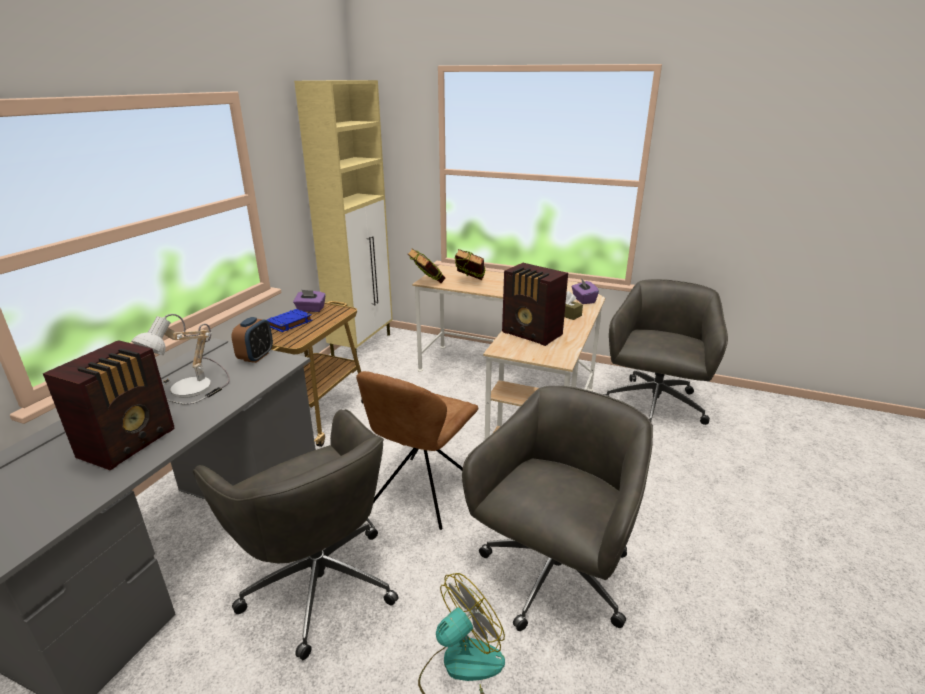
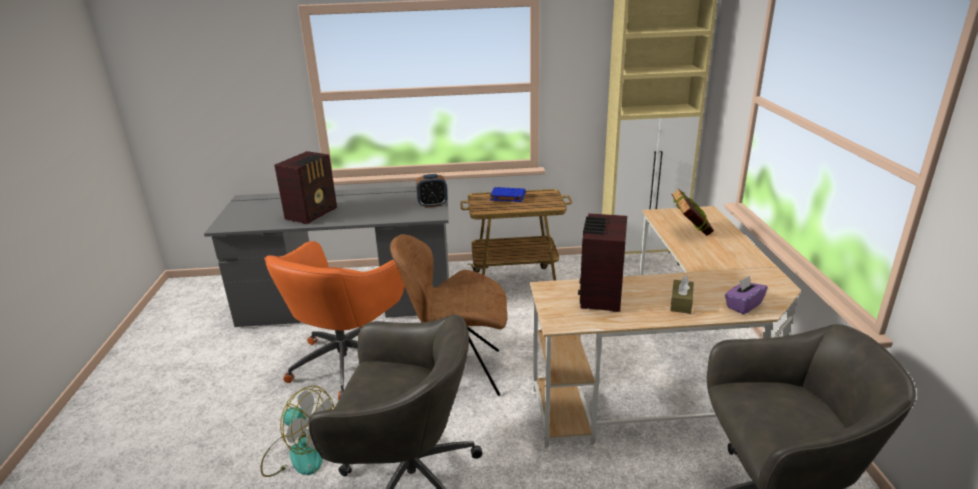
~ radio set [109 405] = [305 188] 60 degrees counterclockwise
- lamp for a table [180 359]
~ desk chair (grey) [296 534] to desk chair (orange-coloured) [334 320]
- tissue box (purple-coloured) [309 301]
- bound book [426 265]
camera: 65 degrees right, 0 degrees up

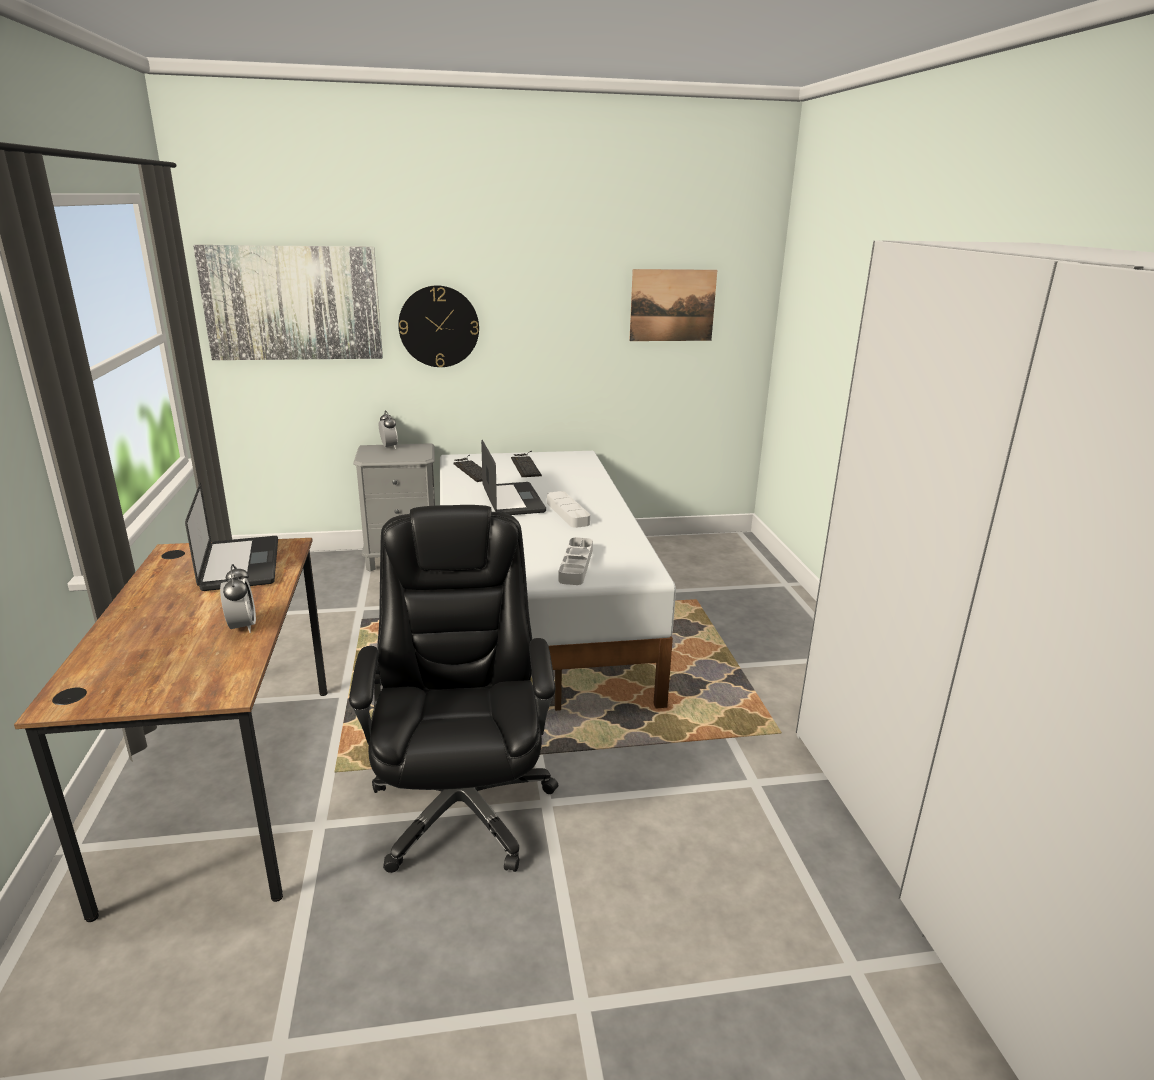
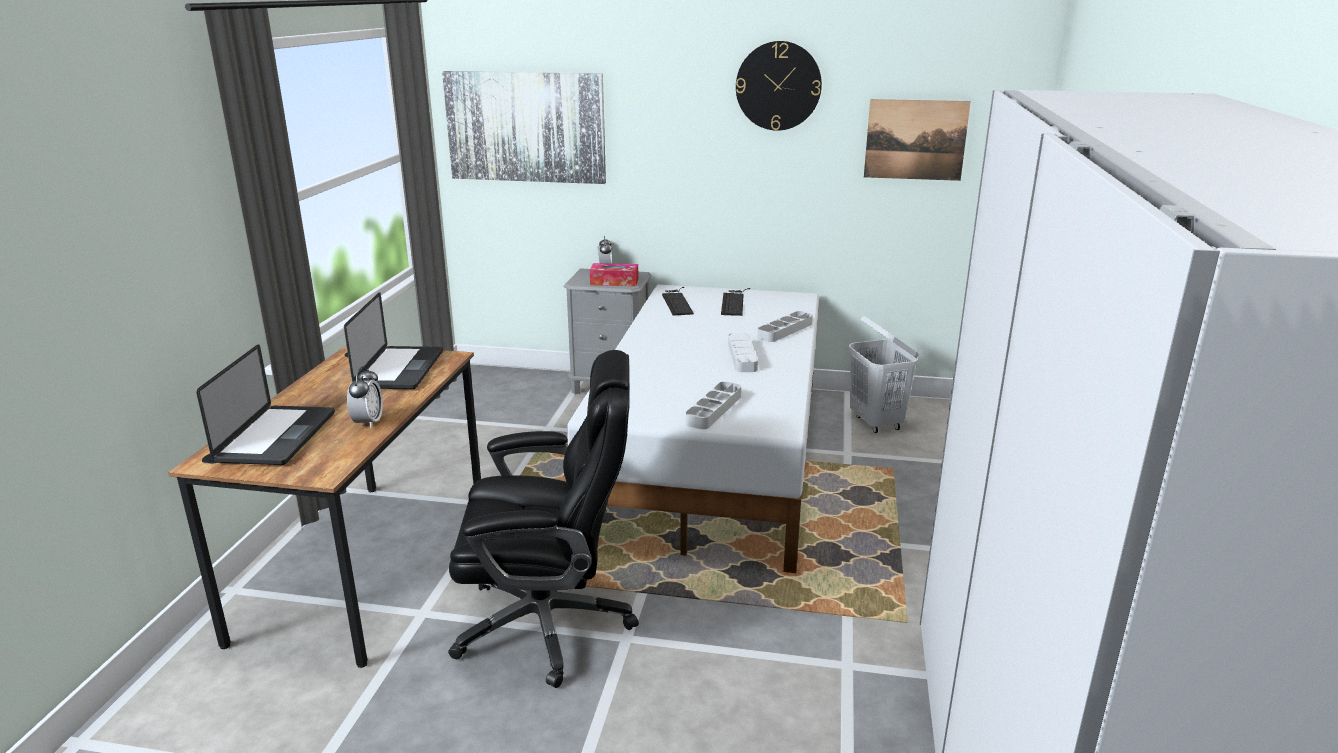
~ desk chair (black-coloured) [454 689] = [543 519] 75 degrees clockwise
~ wall clock [438 326] to [779 86]
~ notebook computer [513 477] to [265 404]
+ tissue box [614 274]
+ serving tray (grey) [785 326]
+ laundry basket (whitish) [884 374]
camera: 20 degrees right, 0 degrees up

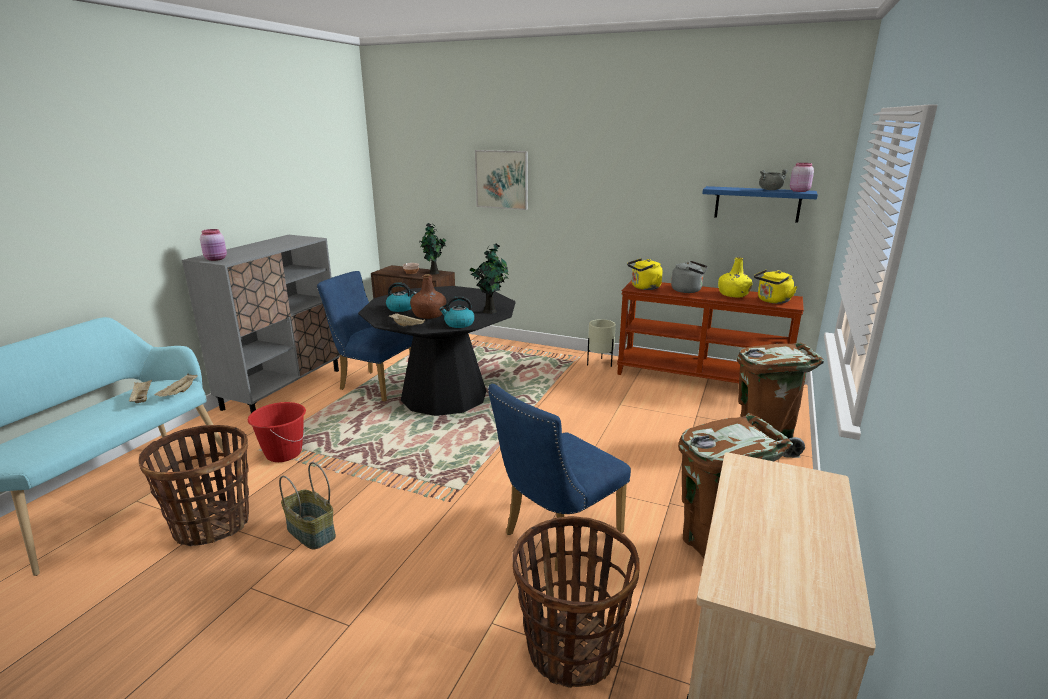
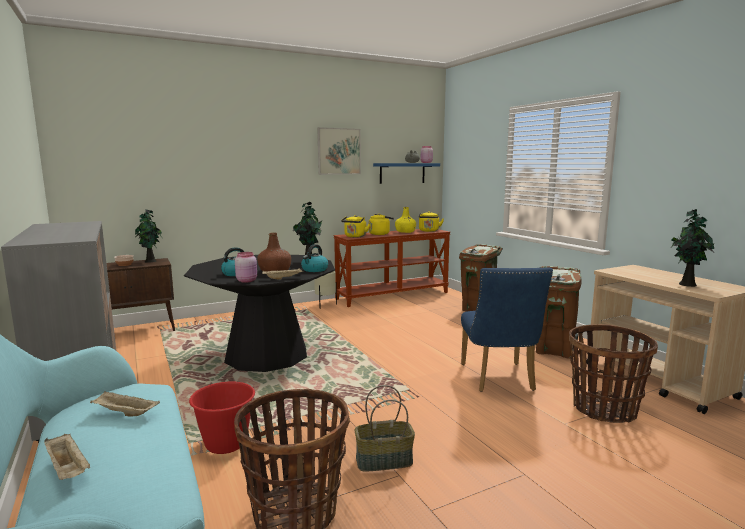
~ serving tray (sand-coloured) [176 385] to [67 457]
~ storage jar (pink) [213 245] to [246 267]
- upright chair (blue) [365 336]
~ wall art [501 180] to [339 151]
~ kettle (grey) [689 277] to kettle (yellowish) [381 224]
+ potted plant [692 248]
camera: 50 degrees left, 10 degrees down

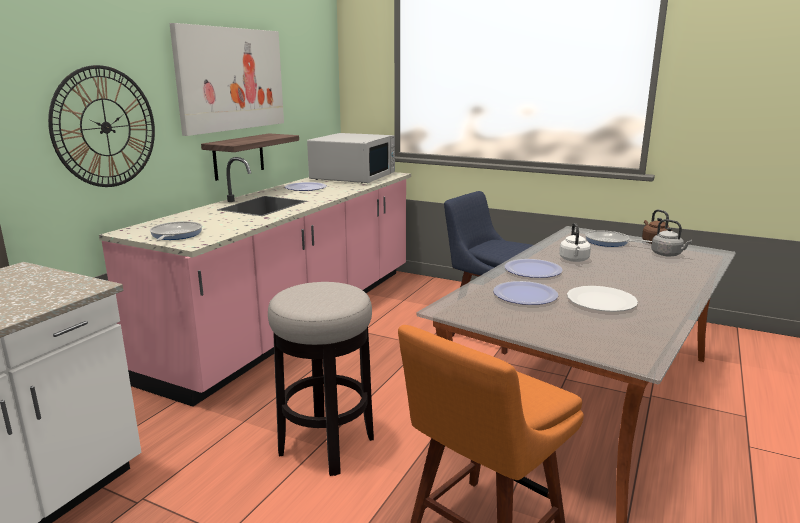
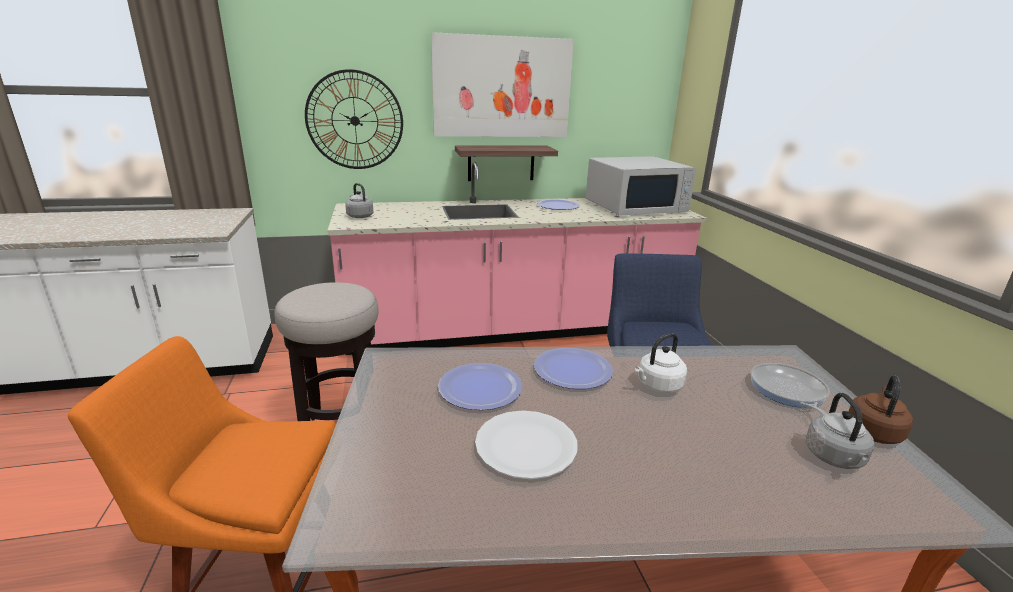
~ frying pan [176 231] to kettle (grey) [359 200]
camera: 50 degrees right, 5 degrees up

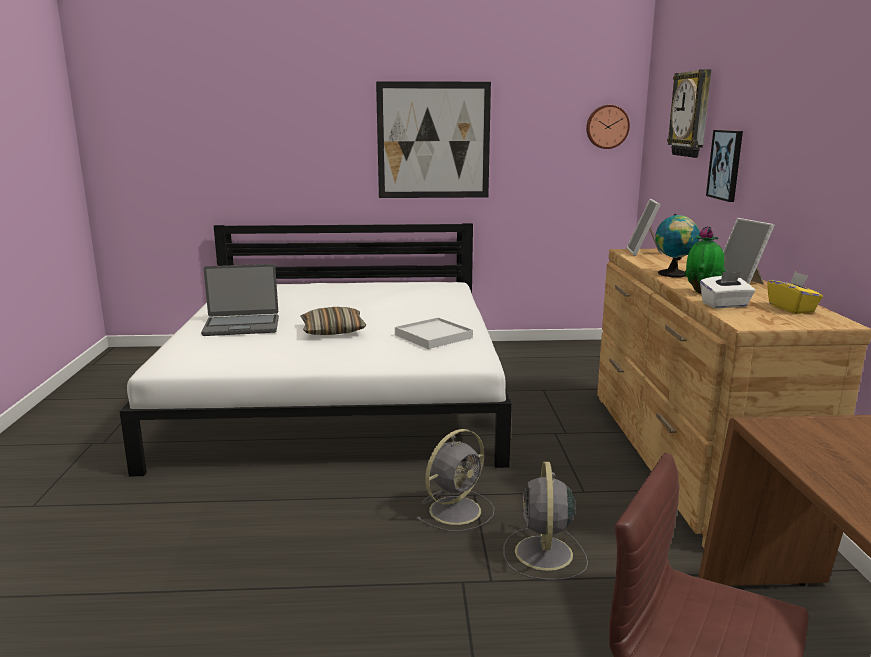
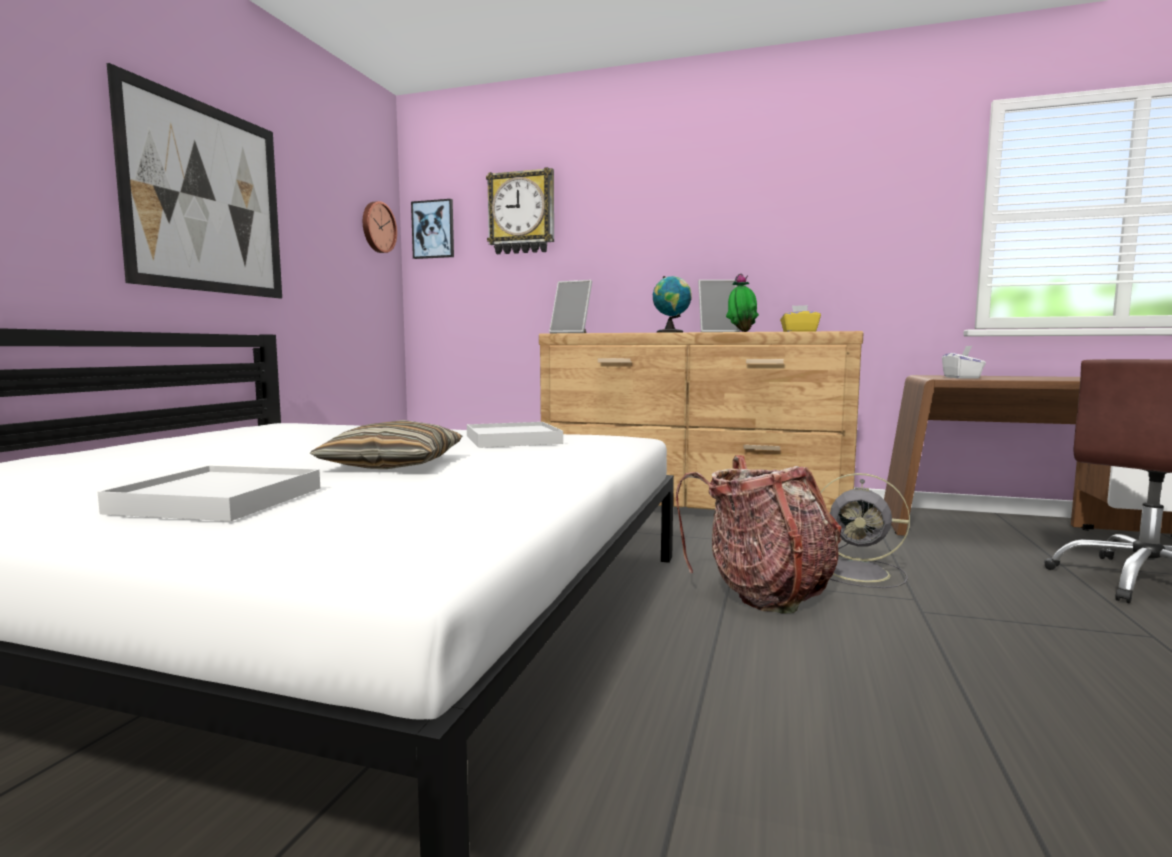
~ notebook computer [240 300] to serving tray (whitish) [209 493]
~ electric fan (grey) [455 480] to rucksack [759 534]
~ tissue box (whitish) [727 290] to [964 362]
~ wall art [724 166] to [432 229]
camera: 70 degrees left, 10 degrees down

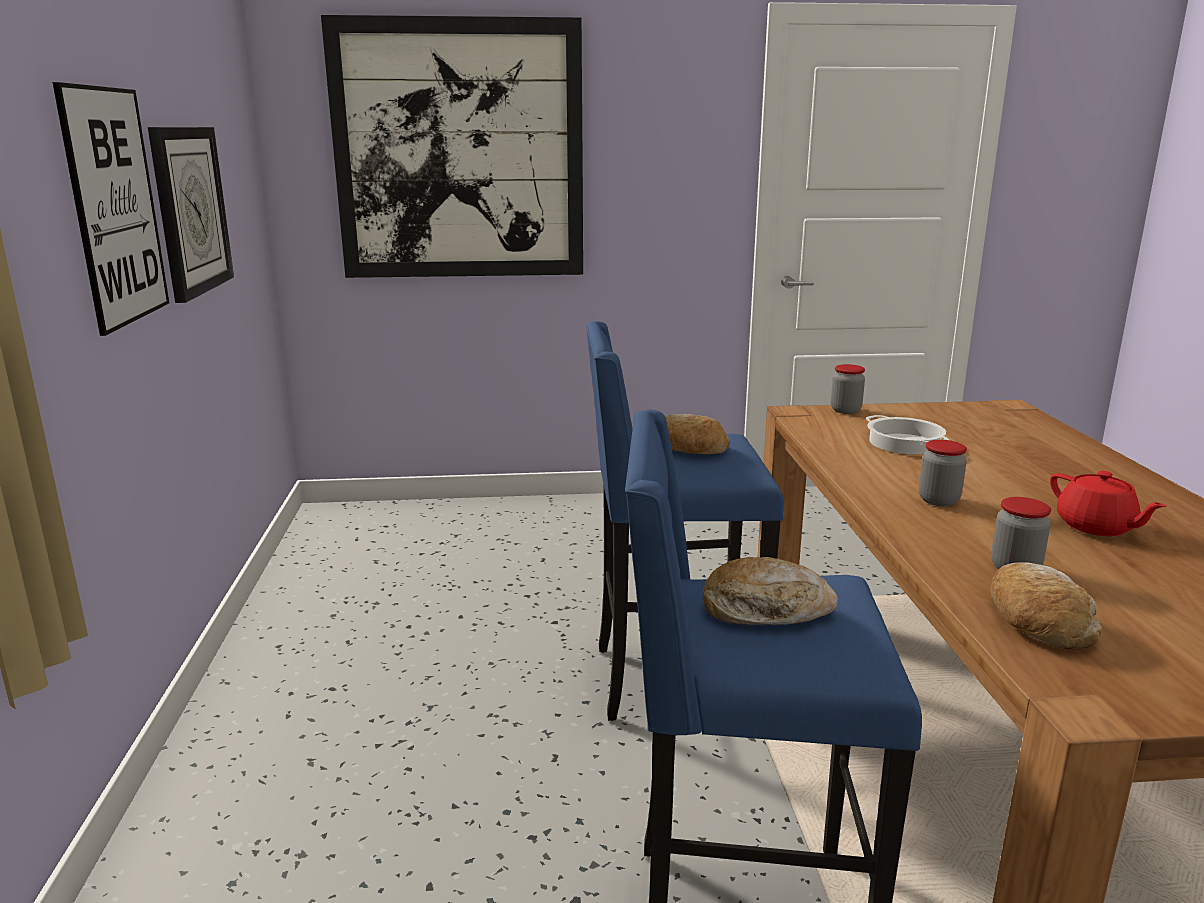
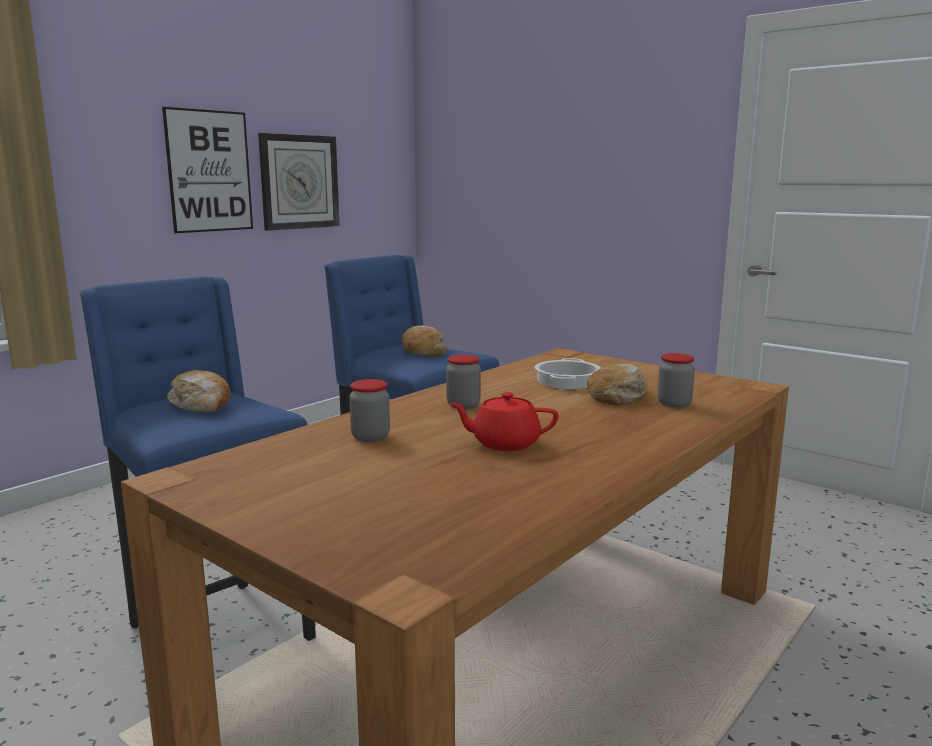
- wall art [452 146]
~ storage jar [848 389] to [676 380]
~ bakery bread [1046 606] to [617 384]
~ pot for tea (red) [1108 503] = [504 421] 75 degrees clockwise
camera: 45 degrees right, 5 degrees down

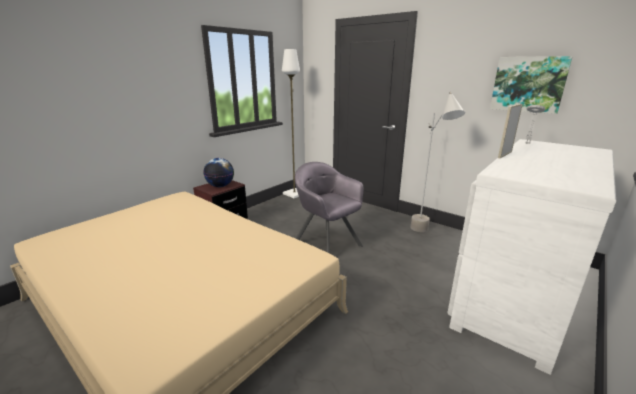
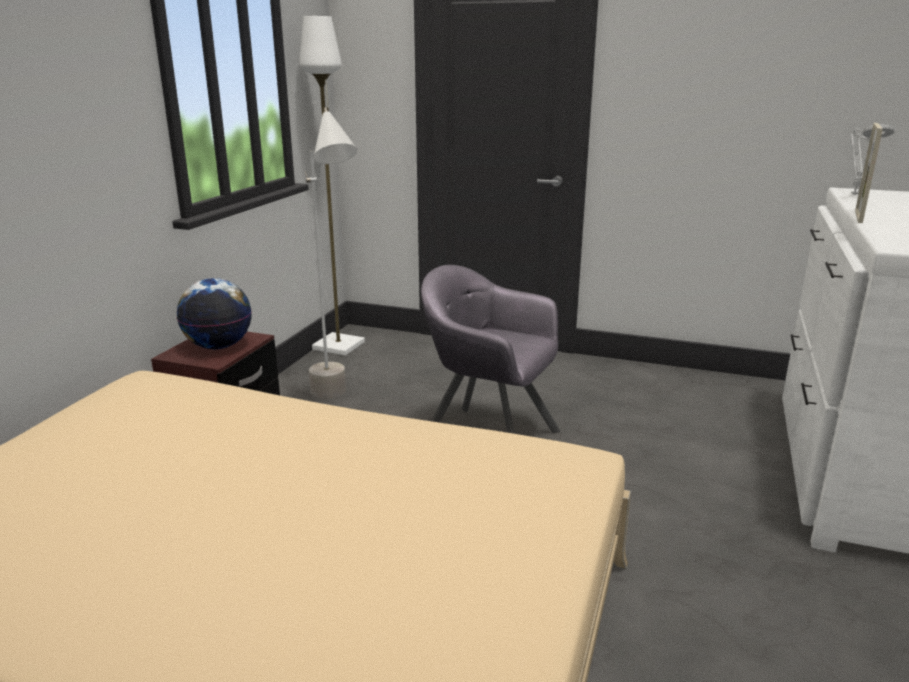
~ standing lamp (grey) [438 162] to [331 253]
- wall art [531 85]
camera: 20 degrees left, 0 degrees up

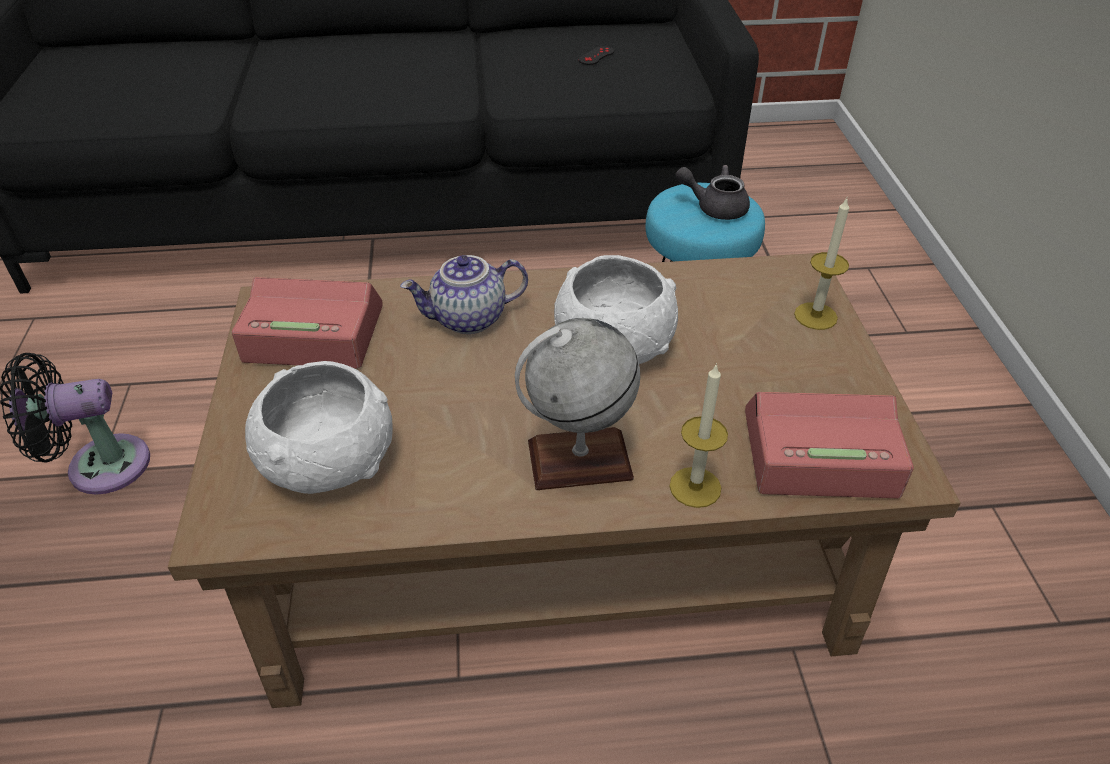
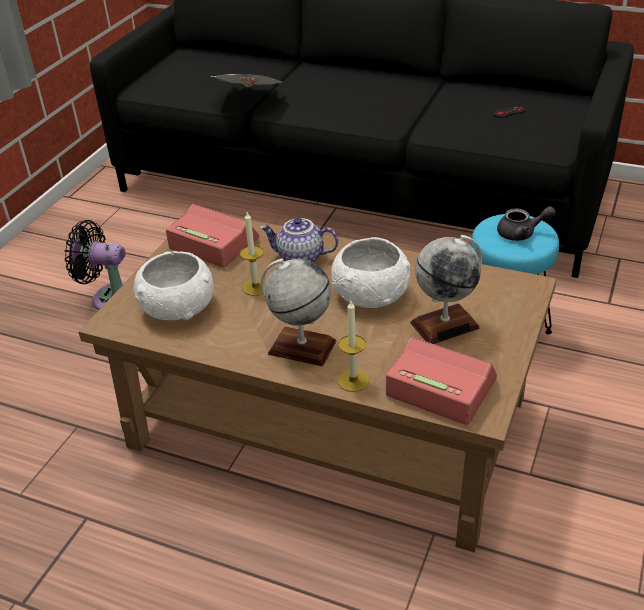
~ pot for tea (grey) [713 192] = [526 223] 135 degrees clockwise
~ wax candle [821 264] to [253 254]
+ daily paper [247 80]
+ desk globe [446 289]
camera: 30 degrees right, 5 degrees down

